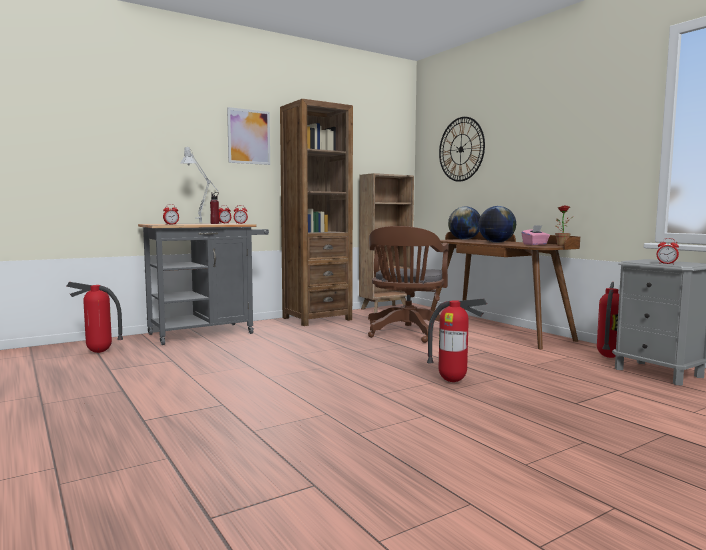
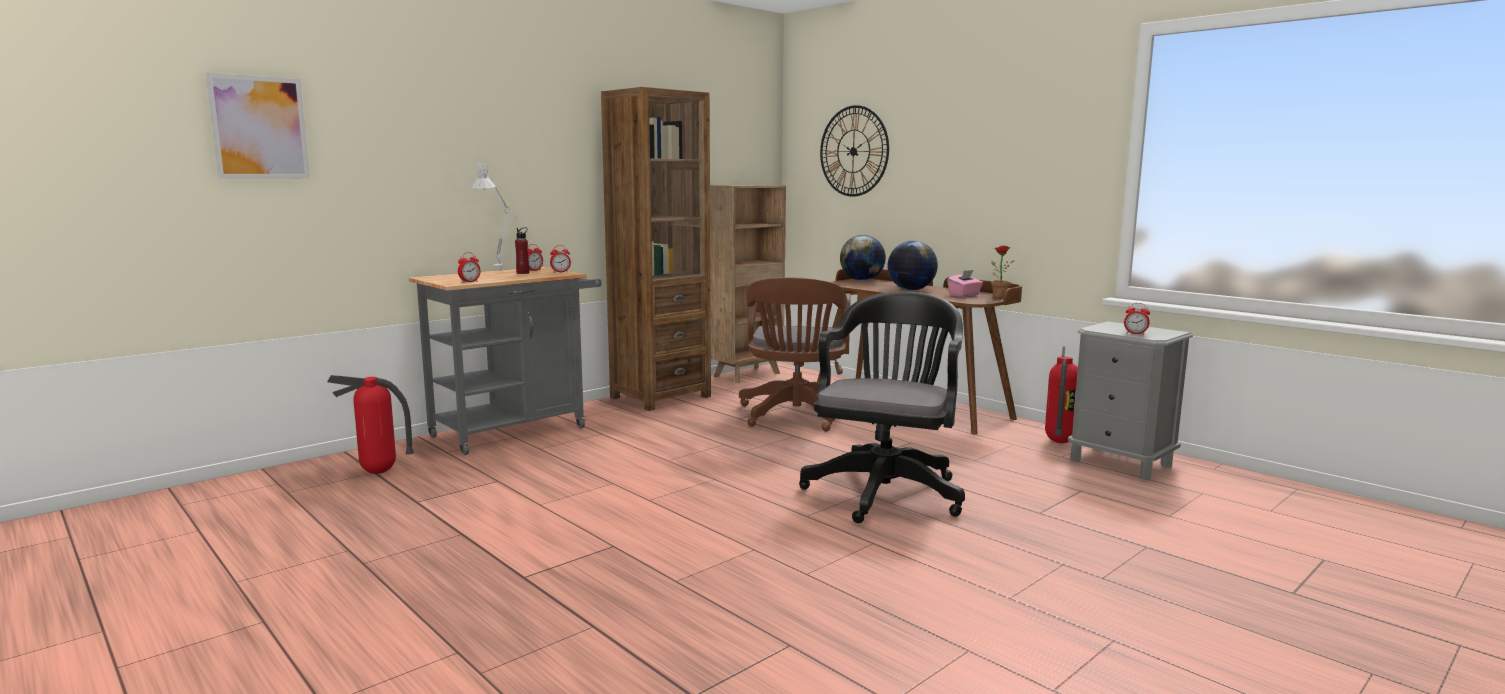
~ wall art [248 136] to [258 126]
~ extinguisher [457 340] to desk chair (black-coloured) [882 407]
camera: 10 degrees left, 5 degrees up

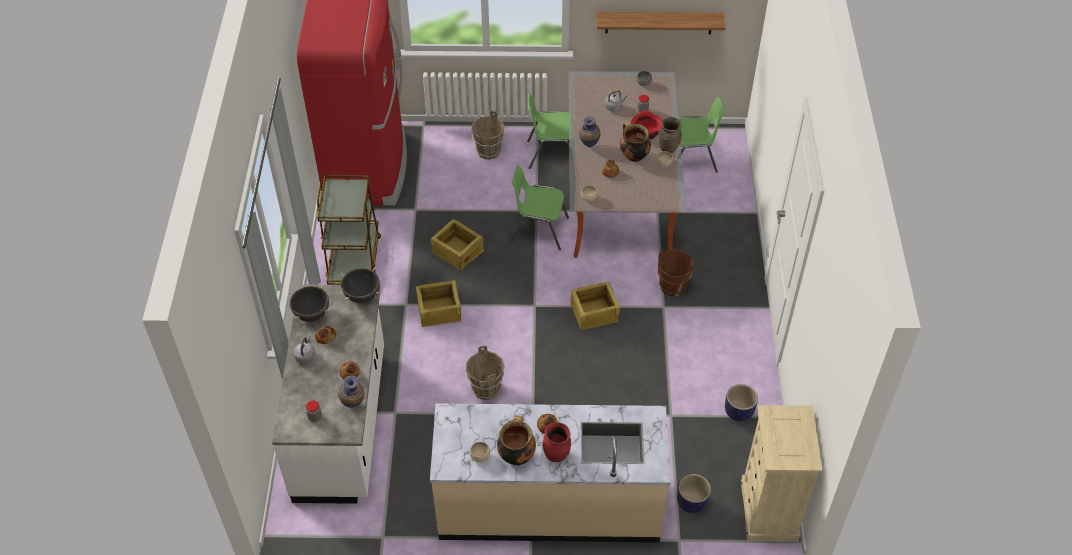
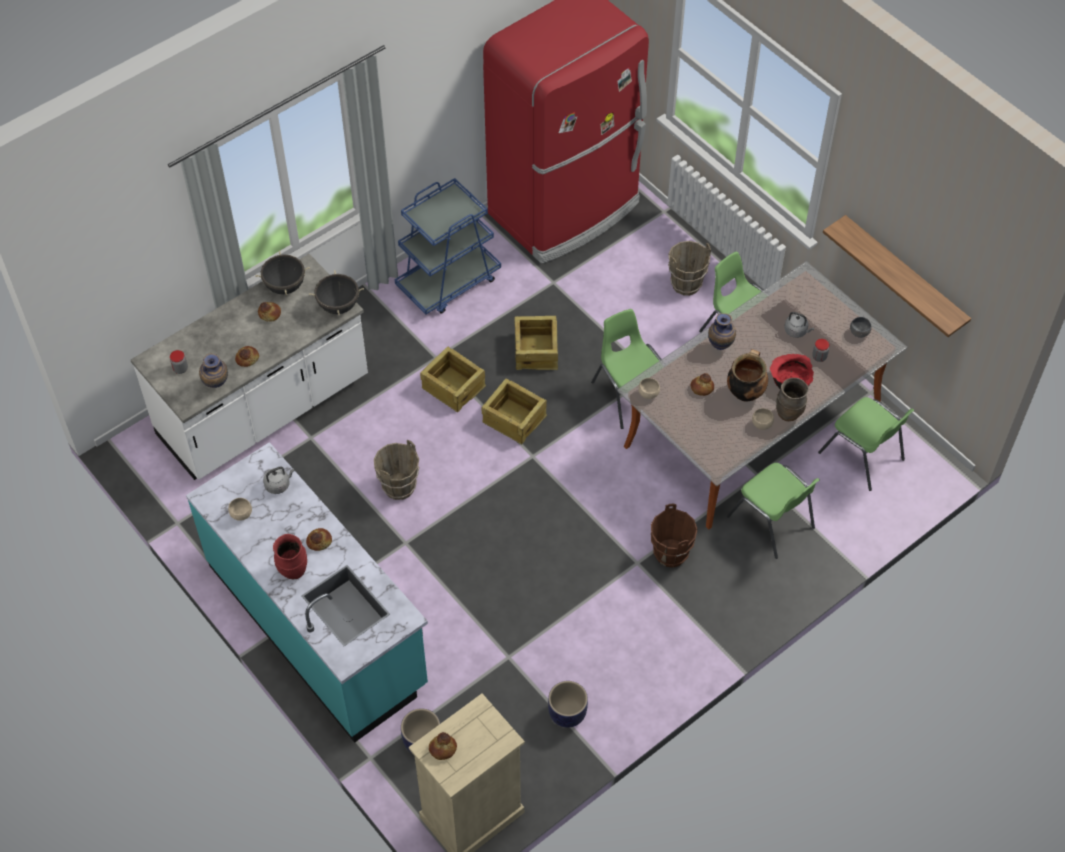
~ kettle (grey) [304 350] to [279 480]
~ wheeled cart (brown-coloured) [349 230] to wheeled cart (blue) [448 246]
~ counter (sand-coloured) [550 472] to counter (blue-green) [307 592]
- saucepot [516 440]
~ shipping crate [595 305] to [514 412]
+ bakery bread [443 746]
+ upright chair (greenish) [773 511]
camera: 50 degrees right, 5 degrees up

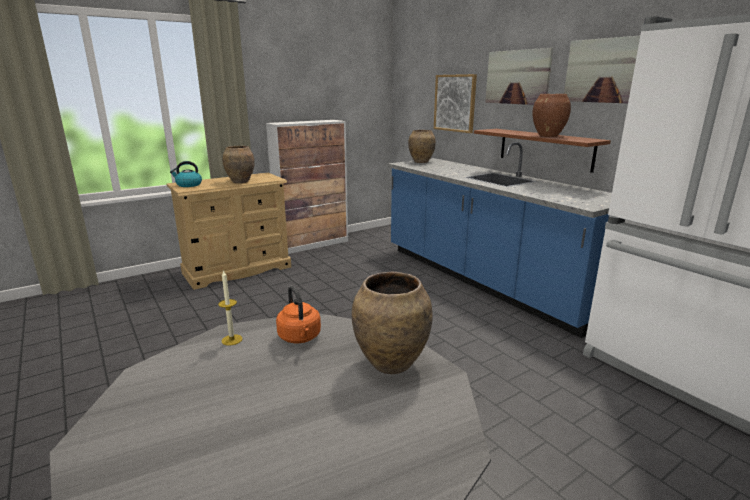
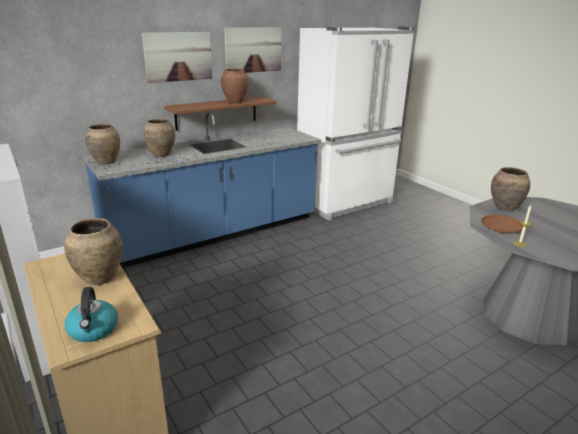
~ kettle (orange-coloured) [298 314] to flat dish (brown-coloured) [502 224]
- wall art [455 103]
+ decorative vase (brown-coloured) [159 138]
camera: 90 degrees left, 5 degrees up

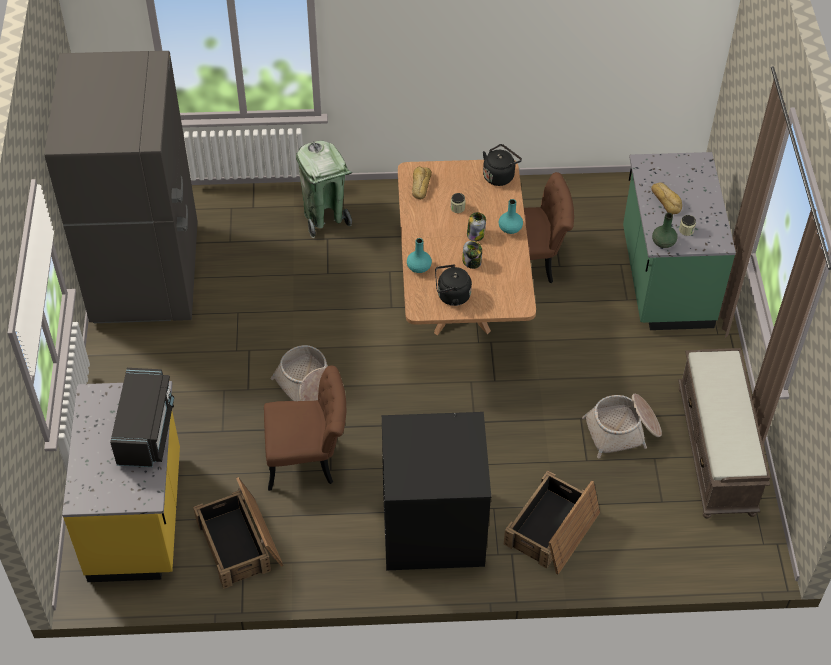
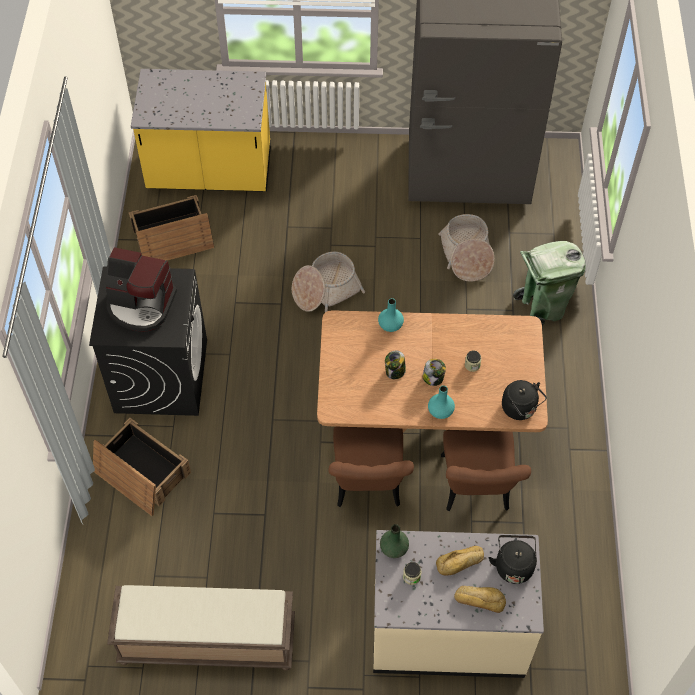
- microwave (black-coloured) [142 417]
~ upright chair (brown-coloured) [305 428] to [371 467]
~ bakery bread [422 183] to [480 599]
~ kettle (black-coloured) [453 285] to [513 559]
~ household basket [622 426] to [466 248]
~ counter (greenish) [679 241] to counter (sand-coloured) [458 604]
+ coffee machine [141 289]
camera: 95 degrees right, 5 degrees up

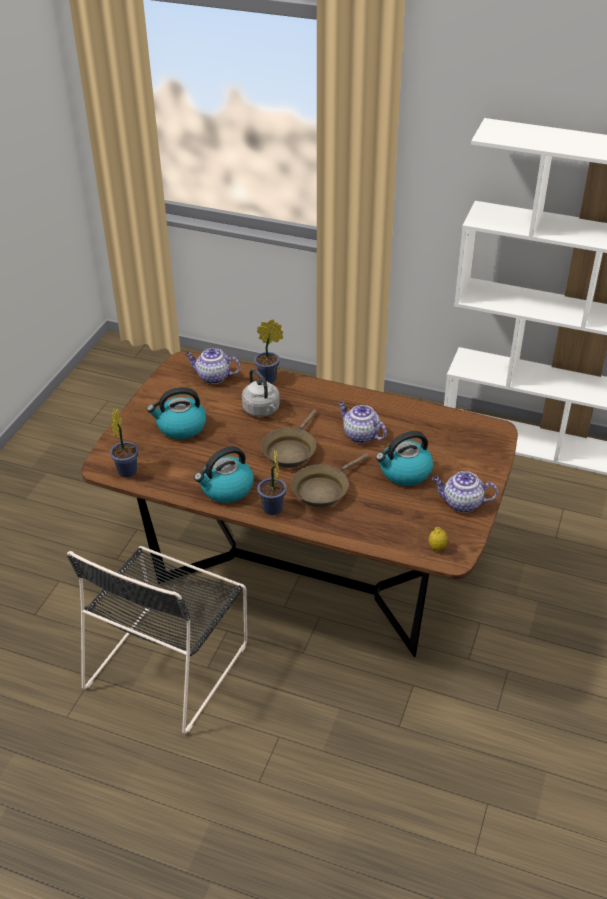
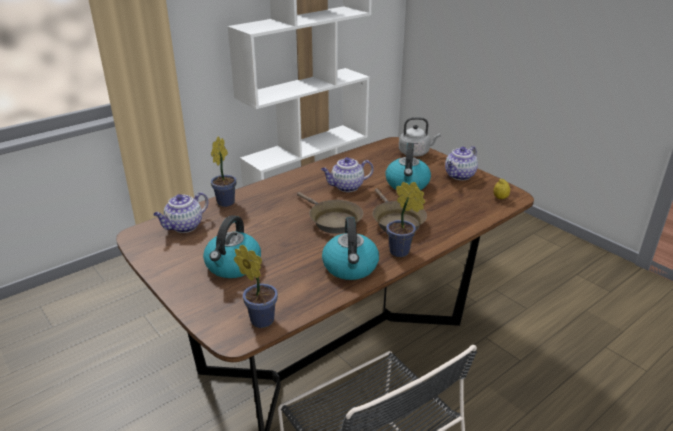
~ kettle (grey) [261 393] to [419 137]
camera: 60 degrees left, 10 degrees down

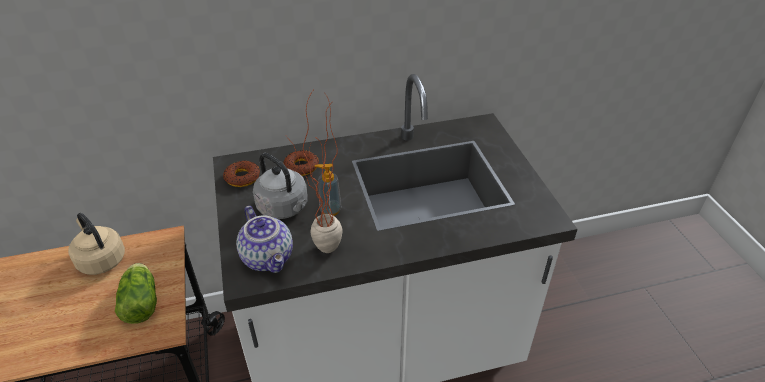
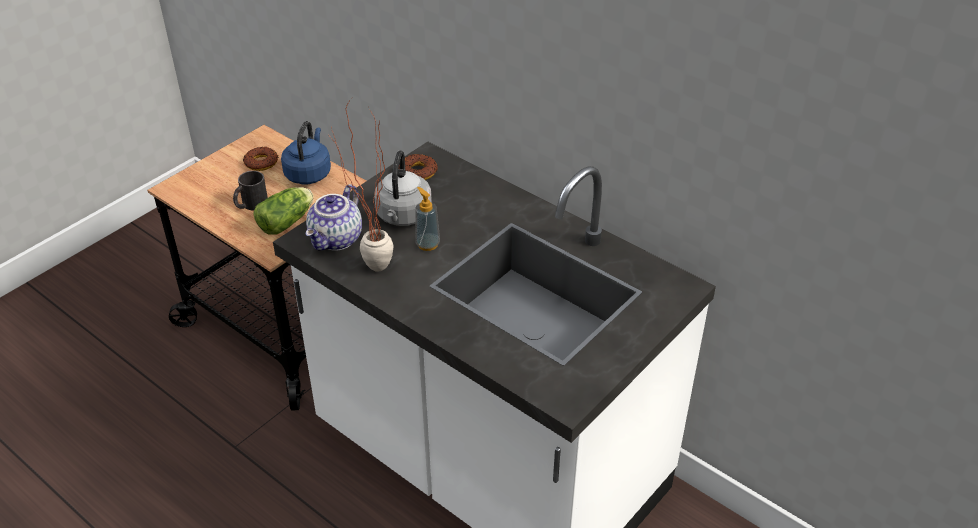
~ kettle (sand-coloured) [96 244] to kettle (blue) [306 152]
~ donut [301 163] to [260 159]
+ coffee mug (black-coloured) [250 190]
camera: 55 degrees right, 0 degrees up

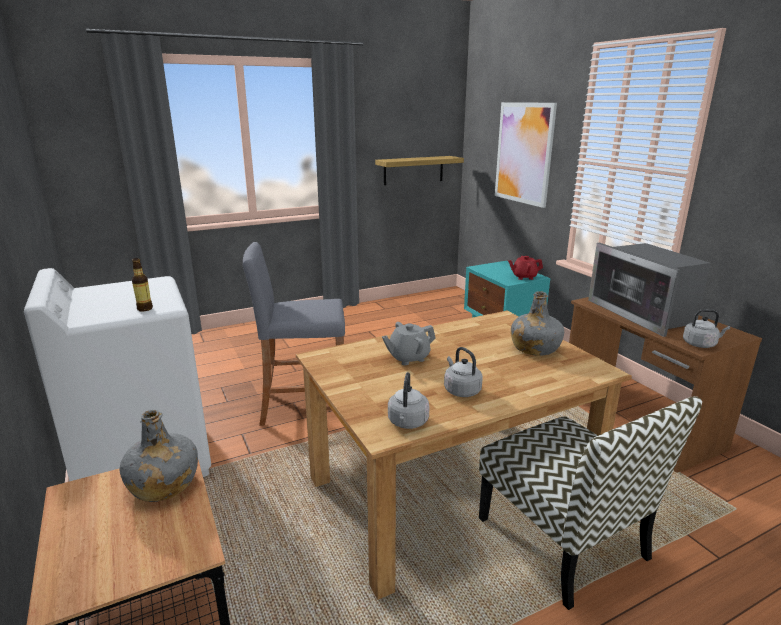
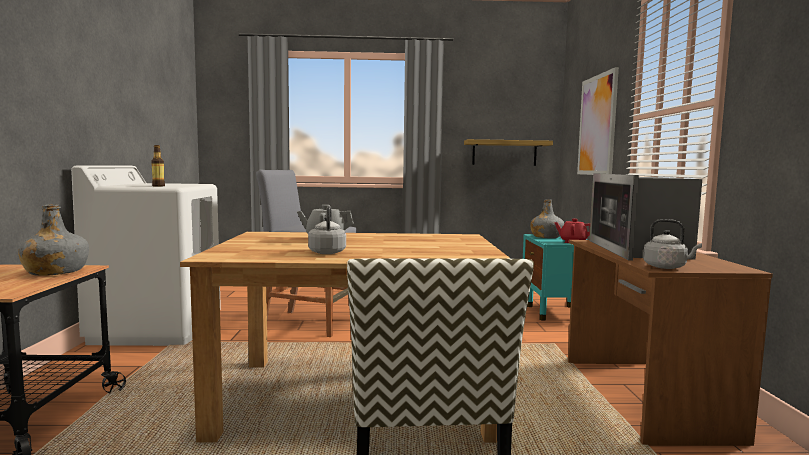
- kettle (grey) [409 400]
~ drink bottle (grey) [537 323] to [547 218]
camera: 25 degrees right, 15 degrees down

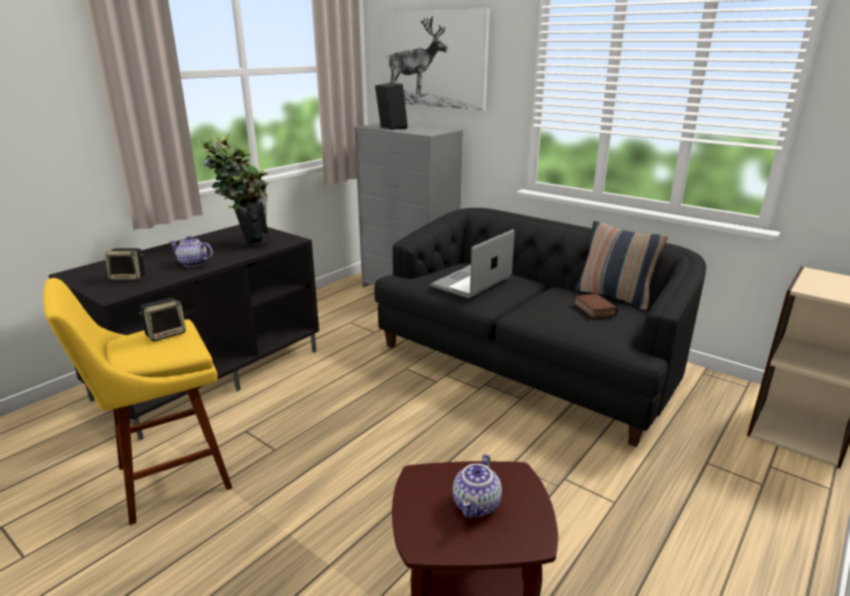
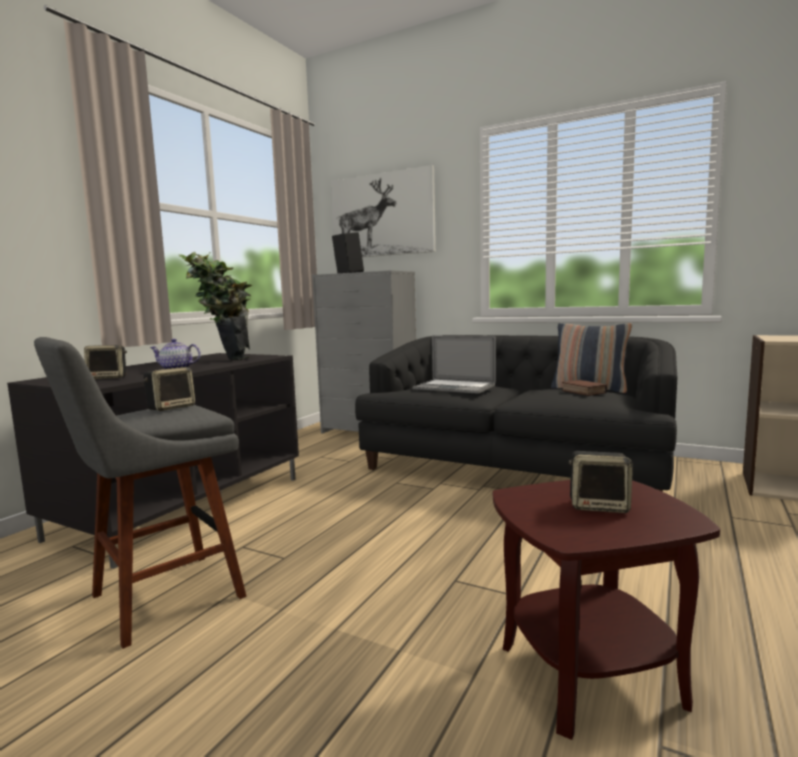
~ sitting stool (yellowish) [137 401] to sitting stool (grey) [140 493]
~ notebook computer [472 263] = [454 364] 90 degrees counterclockwise
~ pot for tea [477 486] to speaker [600 482]
camera: 10 degrees left, 15 degrees down

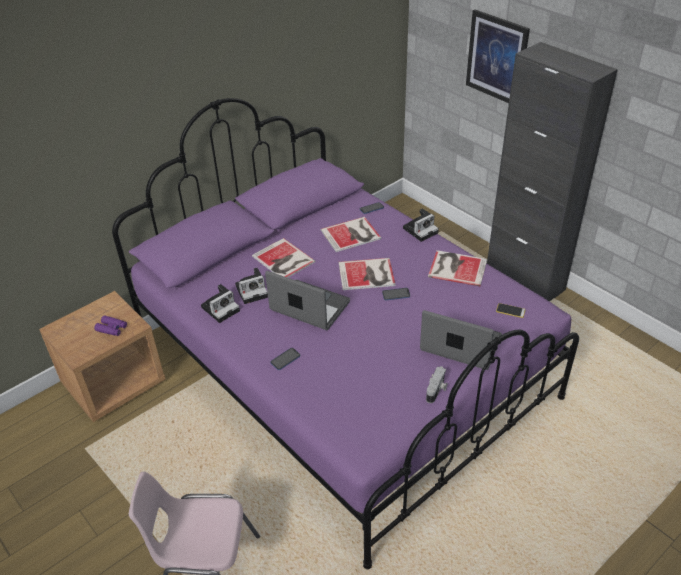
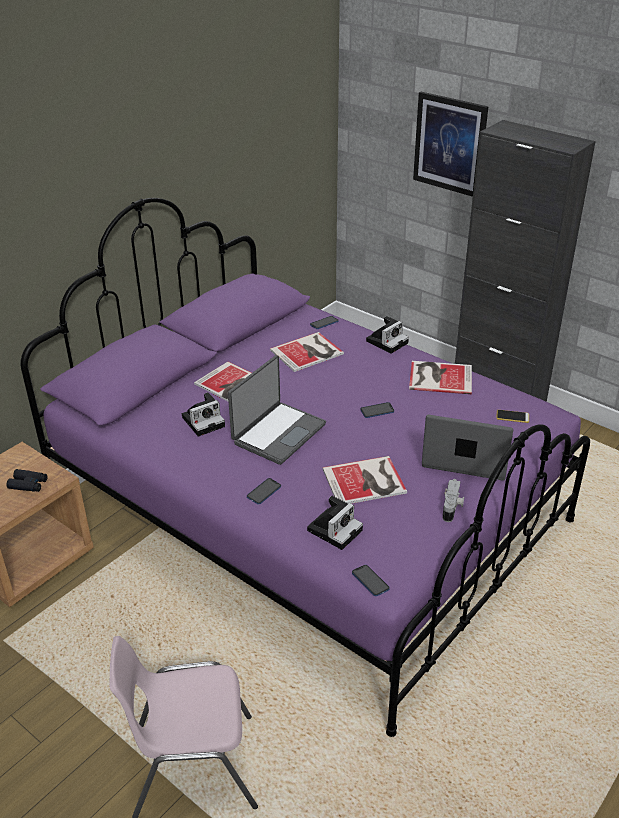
~ binoculars (purple-coloured) [110 325] to binoculars (black-coloured) [27 480]
~ still camera [220 303] to [335 523]
~ notebook computer [307 300] = [277 410] 105 degrees clockwise
~ bound book [367 274] to [365 480]
+ telephone [371 580]
camera: 10 degrees left, 5 degrees down

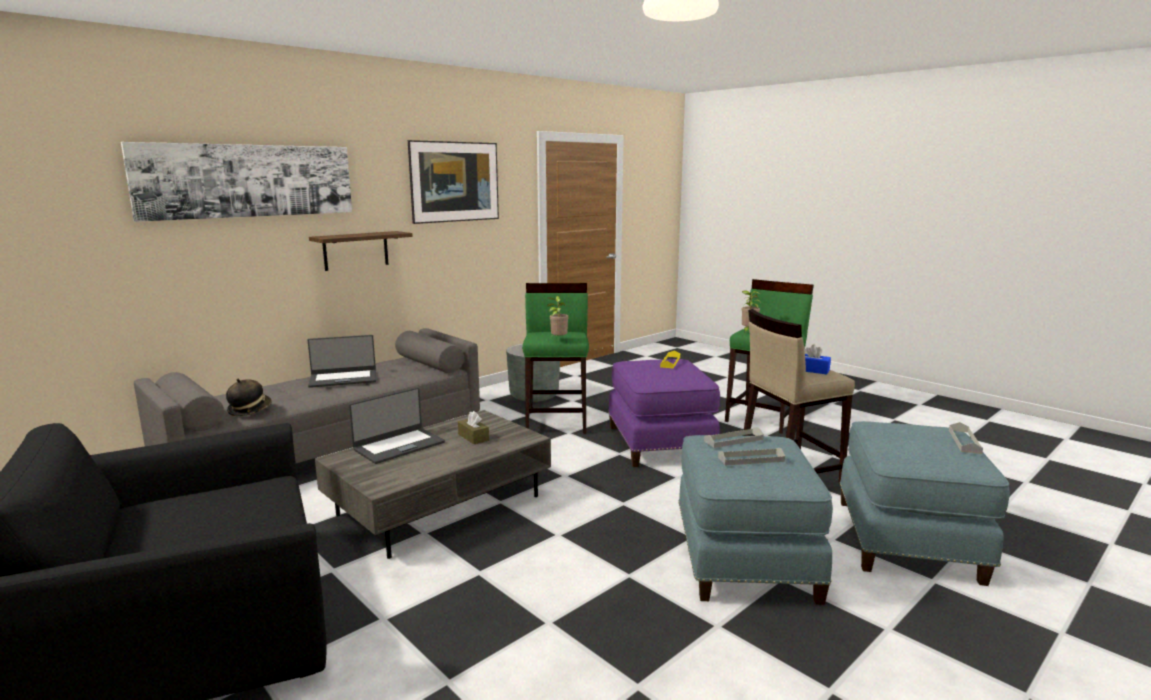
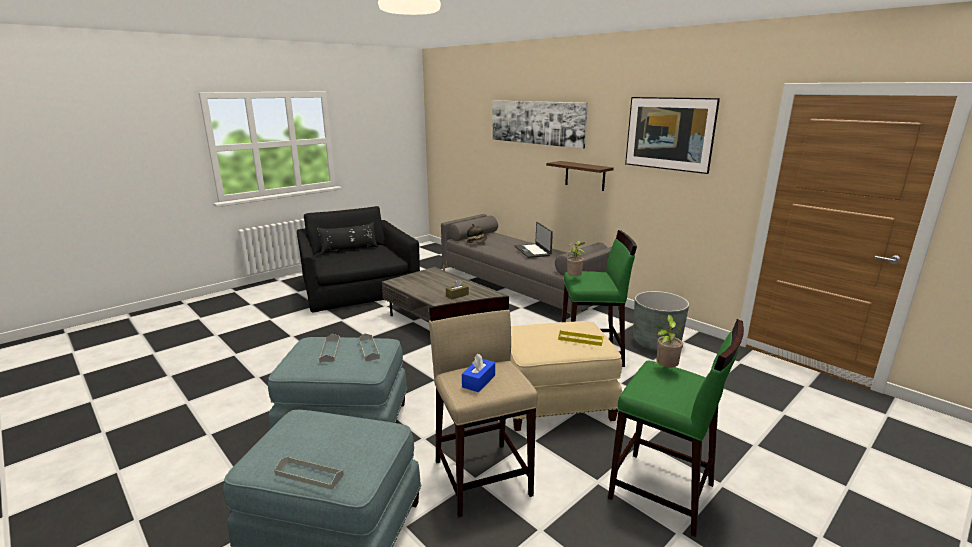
- notebook computer [397 425]
~ footrest (purple-coloured) [664 413] to footrest (sand-coloured) [566 376]
+ pillow (black-coloured) [347 238]
camera: 90 degrees right, 5 degrees up

